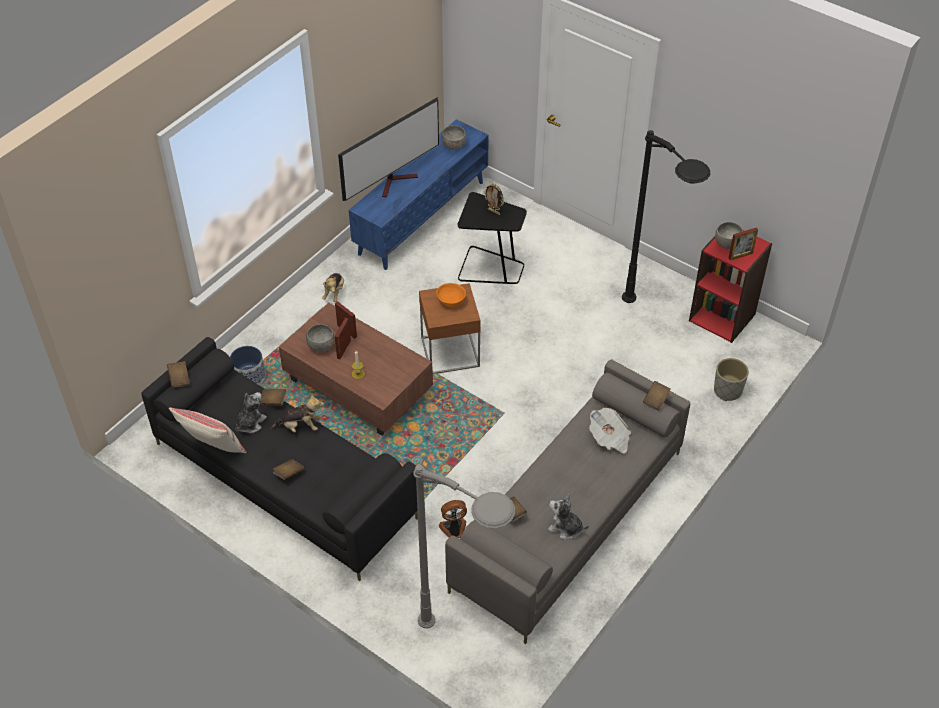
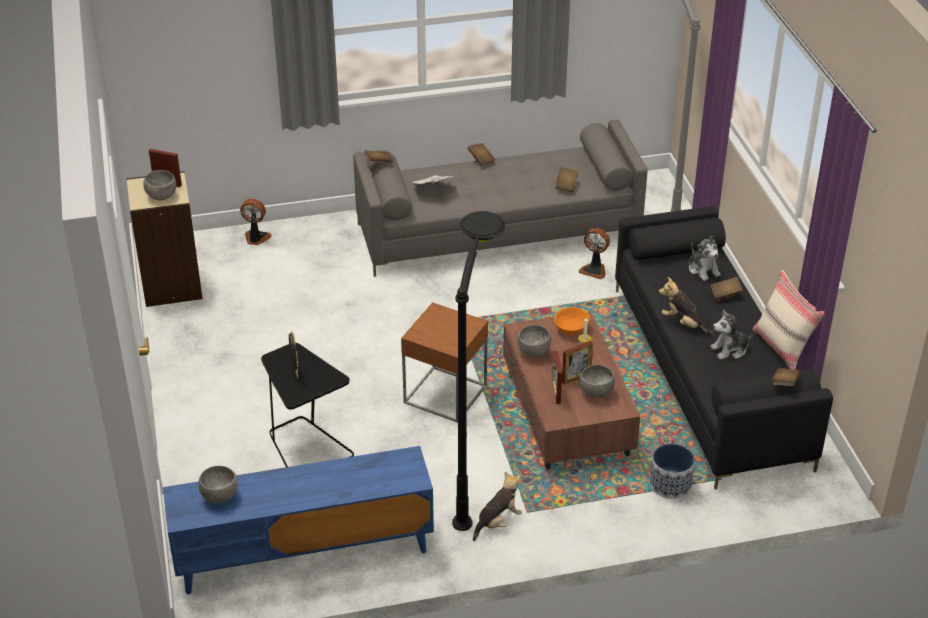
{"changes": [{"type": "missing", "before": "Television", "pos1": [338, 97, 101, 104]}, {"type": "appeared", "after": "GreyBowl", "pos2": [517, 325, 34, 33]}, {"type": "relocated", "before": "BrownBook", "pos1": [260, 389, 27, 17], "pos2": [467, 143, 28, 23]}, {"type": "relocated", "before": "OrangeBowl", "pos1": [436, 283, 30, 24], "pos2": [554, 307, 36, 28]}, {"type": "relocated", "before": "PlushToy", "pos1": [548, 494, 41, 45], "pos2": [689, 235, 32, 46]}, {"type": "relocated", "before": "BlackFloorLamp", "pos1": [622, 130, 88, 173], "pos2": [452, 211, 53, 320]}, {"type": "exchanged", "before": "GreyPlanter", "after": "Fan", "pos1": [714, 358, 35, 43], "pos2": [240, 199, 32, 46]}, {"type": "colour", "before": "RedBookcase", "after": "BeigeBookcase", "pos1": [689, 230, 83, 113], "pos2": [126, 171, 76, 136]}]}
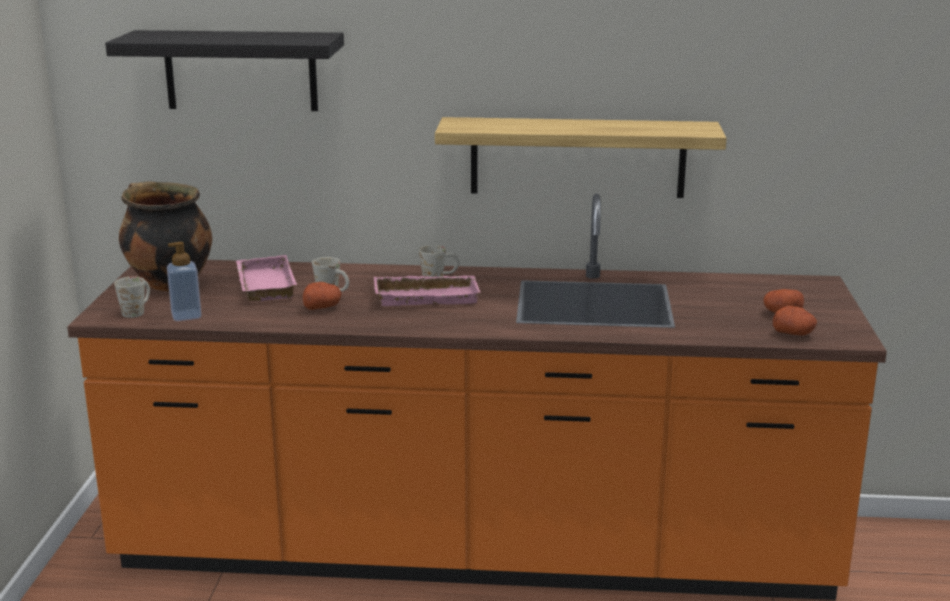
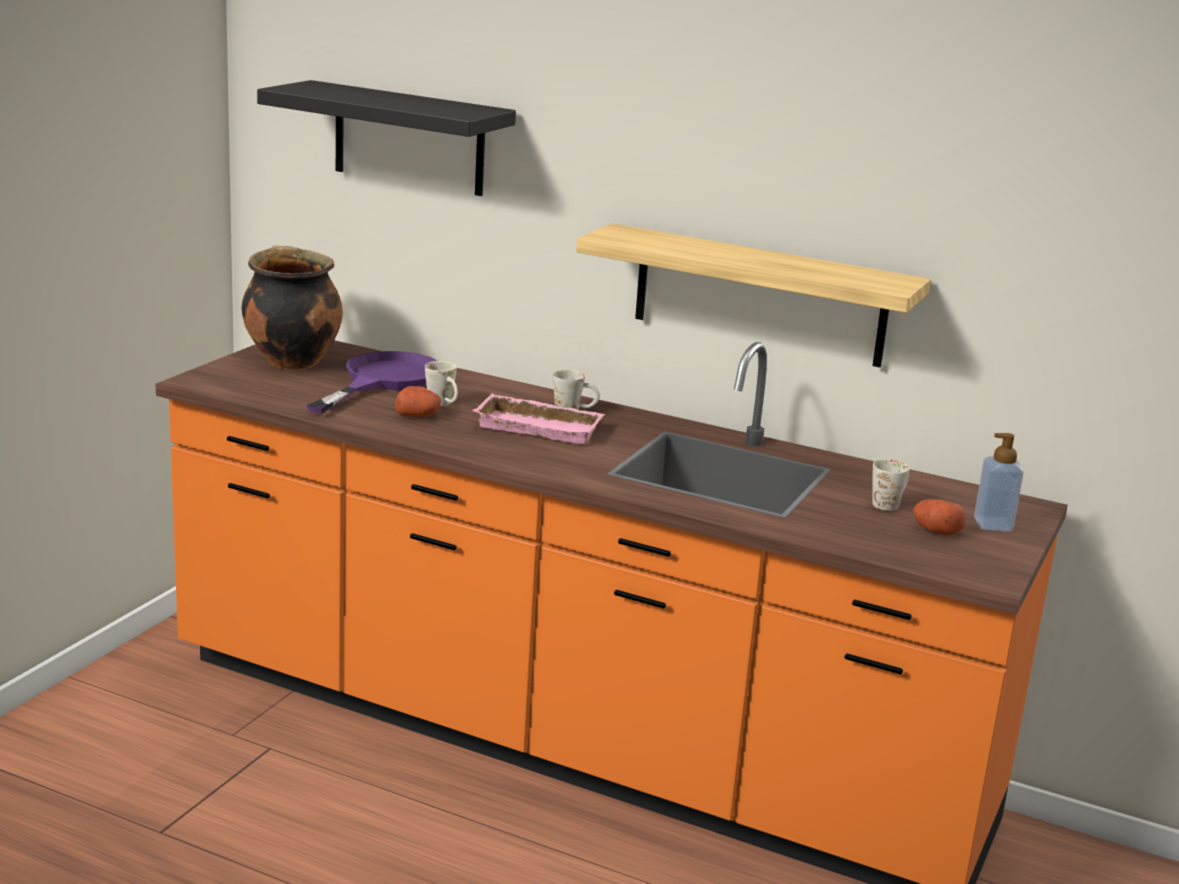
{"changes": [{"type": "missing", "before": "Potato", "pos1": [773, 306, 44, 29]}, {"type": "relocated", "before": "WhiteMug", "pos1": [114, 276, 36, 42], "pos2": [872, 459, 38, 52]}, {"type": "relocated", "before": "SoapDispenser", "pos1": [167, 242, 35, 79], "pos2": [974, 433, 50, 99]}, {"type": "exchanged", "before": "PinkTray", "after": "PurpleFryingPan", "pos1": [236, 255, 61, 46], "pos2": [307, 351, 130, 63]}]}
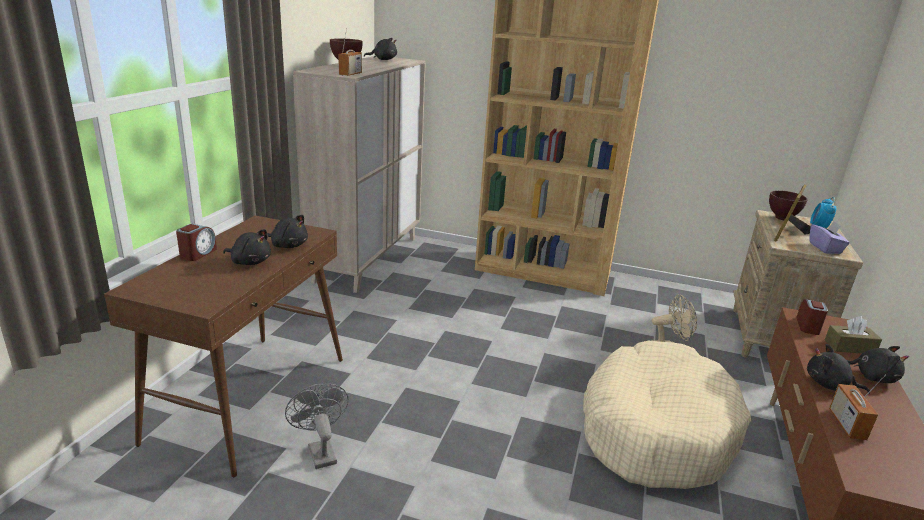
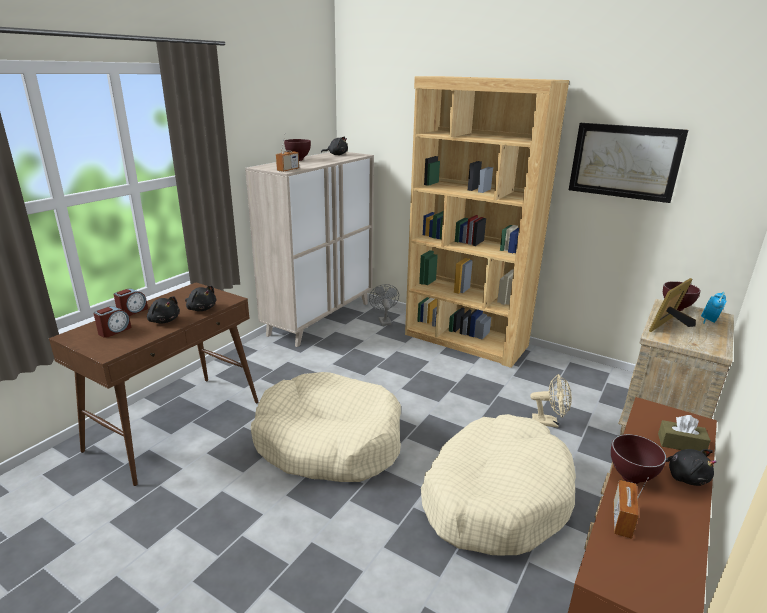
{"changes": [{"type": "missing", "before": "PurpleTissueBox", "pos1": [809, 221, 41, 33]}, {"type": "appeared", "after": "BeigeDogBed", "pos2": [251, 372, 150, 110]}, {"type": "appeared", "after": "Picture", "pos2": [569, 123, 119, 80]}, {"type": "relocated", "before": "GreyFan", "pos1": [285, 383, 64, 86], "pos2": [369, 284, 30, 42]}, {"type": "relocated", "before": "AlarmClock", "pos1": [796, 299, 32, 36], "pos2": [93, 306, 38, 32]}, {"type": "exchanged", "before": "BlackPlushToy", "after": "BrownBowl", "pos1": [807, 344, 63, 50], "pos2": [611, 434, 55, 50]}]}
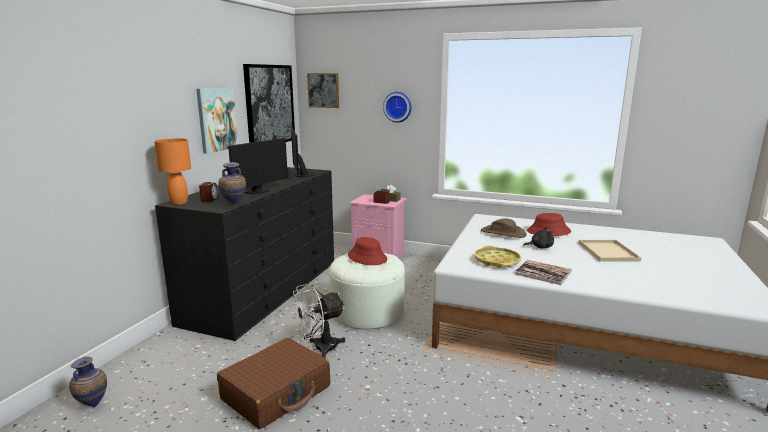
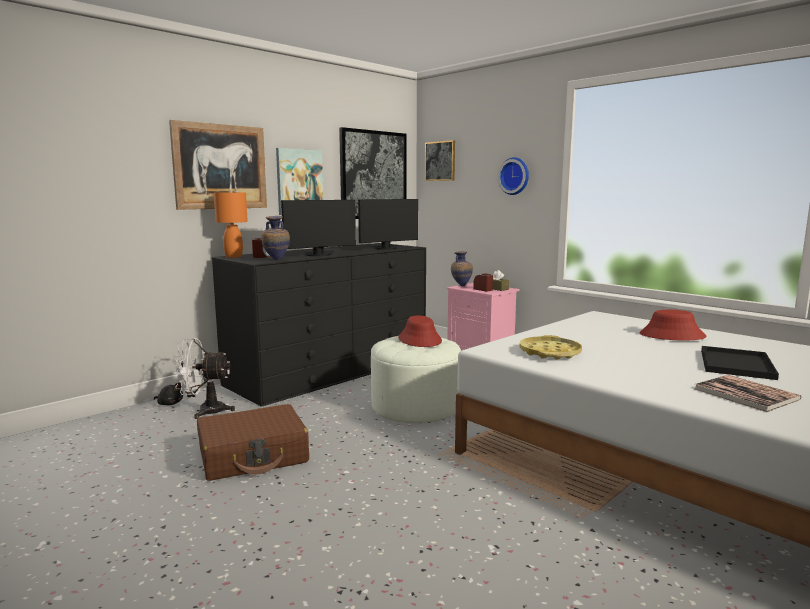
{"changes": [{"type": "missing", "before": "BrownHat", "pos1": [481, 218, 46, 20]}, {"type": "appeared", "after": "Picture", "pos2": [169, 120, 98, 90]}, {"type": "relocated", "before": "Vase", "pos1": [69, 356, 38, 51], "pos2": [451, 251, 22, 36]}, {"type": "relocated", "before": "WhiteFan", "pos1": [293, 283, 52, 75], "pos2": [173, 338, 62, 81]}, {"type": "relocated", "before": "Book", "pos1": [515, 260, 57, 25], "pos2": [695, 375, 106, 37]}, {"type": "relocated", "before": "BlackPlushToy", "pos1": [523, 227, 31, 22], "pos2": [154, 382, 29, 23]}, {"type": "colour", "before": "BeigeTray", "after": "BlackTray", "pos1": [579, 240, 62, 22], "pos2": [701, 346, 78, 34]}, {"type": "spun", "before": "Monitor", "pos1": [291, 129, 24, 48], "pos2": [358, 199, 60, 51], "turn": -135}]}
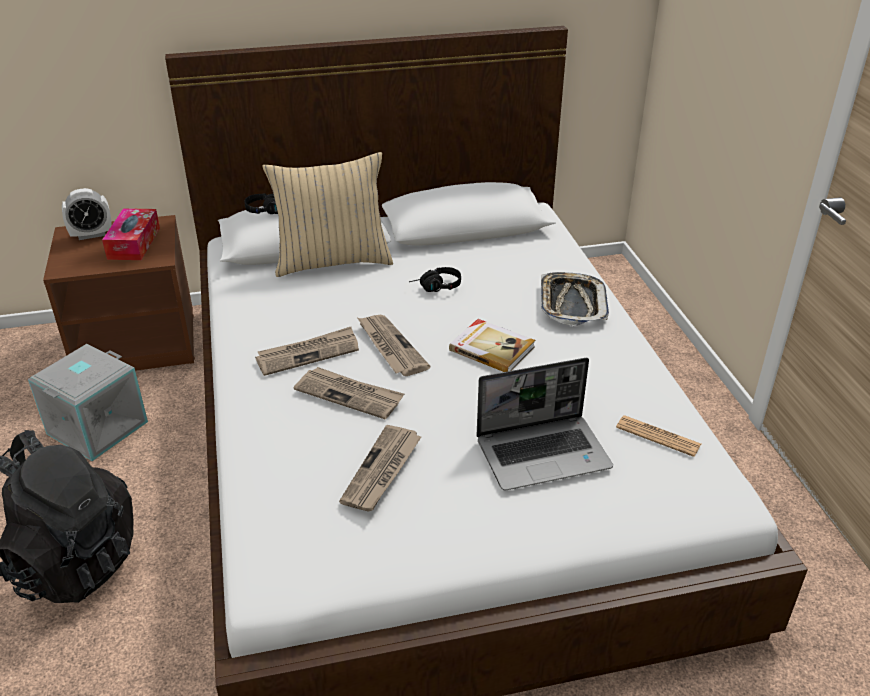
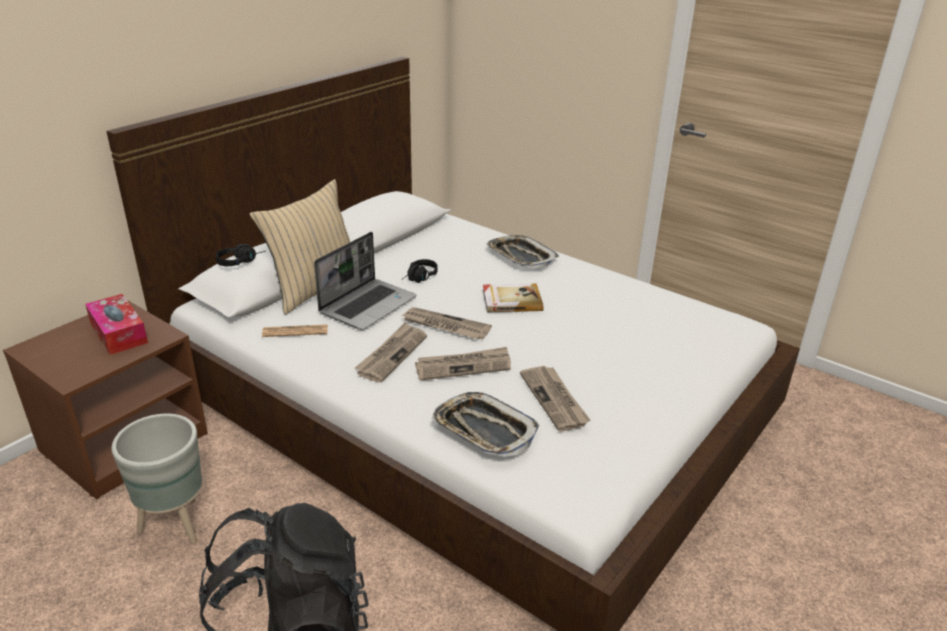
{"changes": [{"type": "missing", "before": "AlarmClock", "pos1": [62, 188, 50, 52]}, {"type": "appeared", "after": "Tray", "pos2": [431, 392, 109, 65]}, {"type": "relocated", "before": "Laptop", "pos1": [477, 358, 136, 133], "pos2": [314, 232, 102, 98]}, {"type": "relocated", "before": "Newspaper", "pos1": [616, 415, 85, 42], "pos2": [262, 324, 66, 13]}, {"type": "exchanged", "before": "GreyStorageBox", "after": "GreyPlanter", "pos1": [28, 344, 120, 117], "pos2": [111, 414, 91, 130]}]}
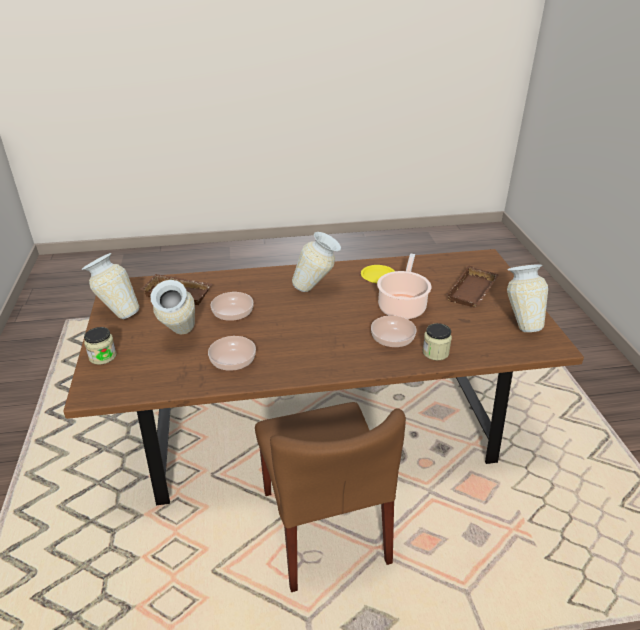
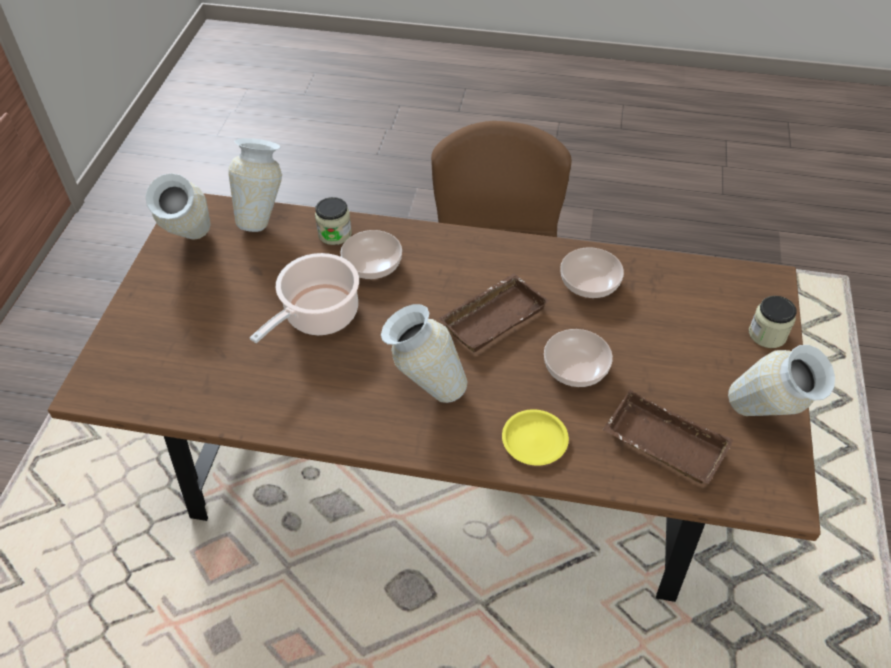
{"changes": [{"type": "relocated", "before": "Vase", "pos1": [150, 280, 45, 55], "pos2": [228, 138, 54, 94]}, {"type": "relocated", "before": "YellowPlate", "pos1": [361, 265, 34, 18], "pos2": [502, 409, 67, 57]}, {"type": "relocated", "before": "BrownTray", "pos1": [446, 265, 53, 42], "pos2": [438, 273, 111, 79]}]}
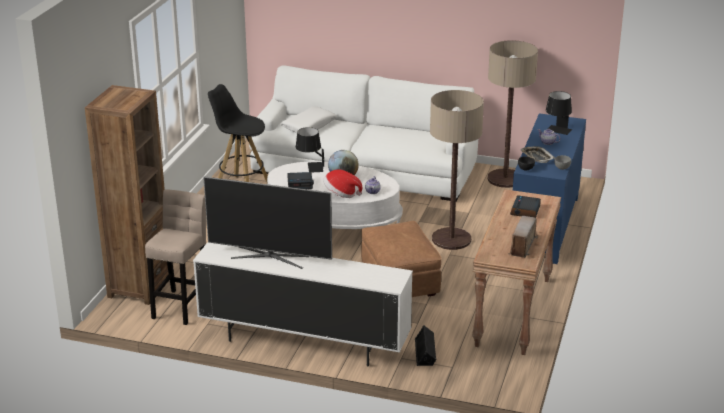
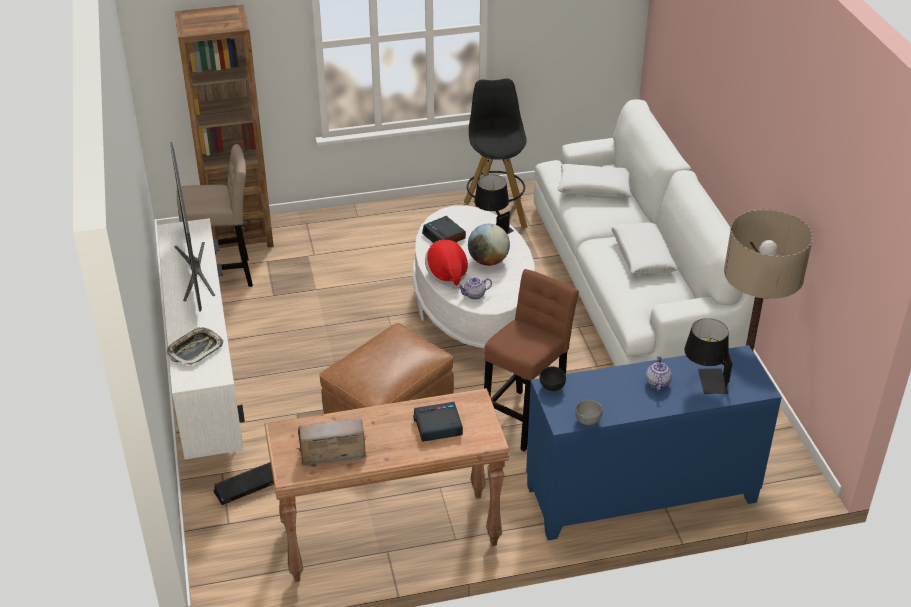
{"changes": [{"type": "appeared", "after": "WhitePillow", "pos2": [611, 222, 67, 53]}, {"type": "relocated", "before": "Tray", "pos1": [520, 146, 35, 17], "pos2": [166, 327, 57, 39]}, {"type": "exchanged", "before": "FloorLamp", "after": "BrownStool", "pos1": [430, 90, 54, 160], "pos2": [484, 269, 95, 183]}]}
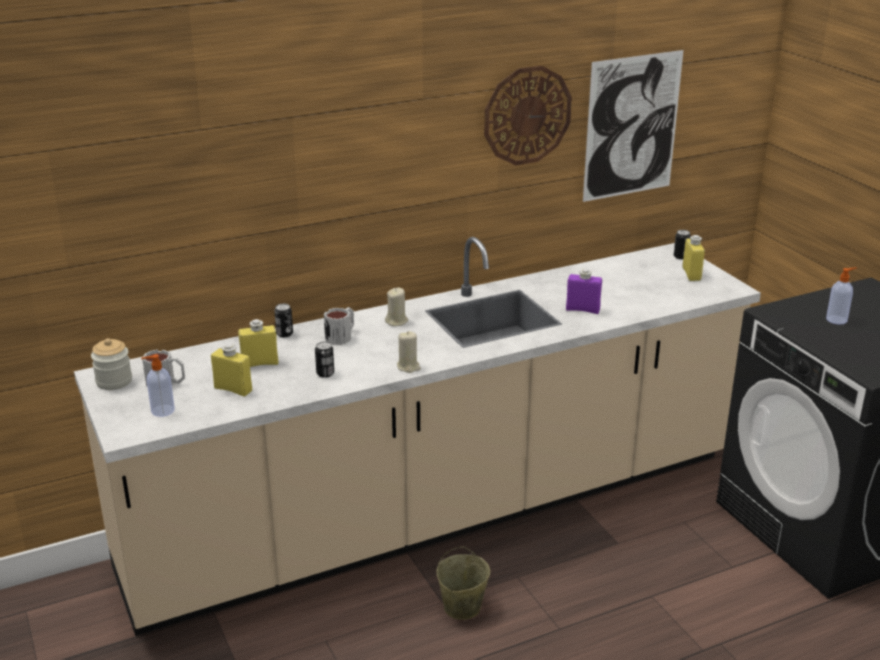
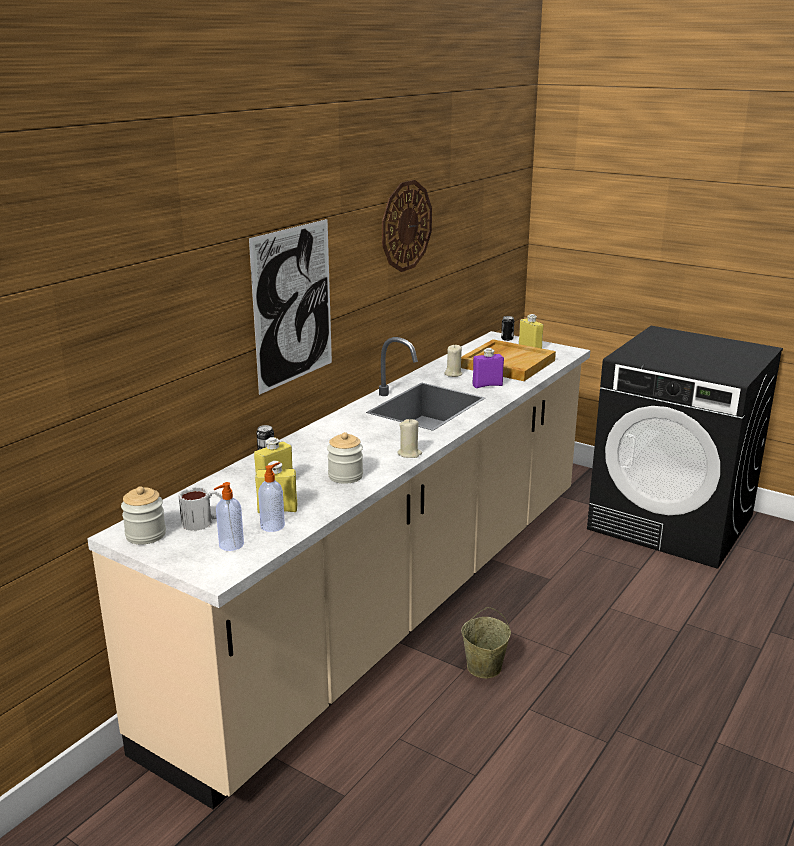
{"changes": [{"type": "missing", "before": "Mug", "pos1": [324, 307, 30, 38]}, {"type": "appeared", "after": "BeigeTray", "pos2": [461, 339, 95, 42]}, {"type": "relocated", "before": "BeigeCandle", "pos1": [385, 288, 23, 38], "pos2": [444, 345, 19, 32]}, {"type": "relocated", "before": "Picture", "pos1": [583, 50, 100, 152], "pos2": [249, 219, 83, 176]}, {"type": "relocated", "before": "SoapDispenser", "pos1": [826, 268, 31, 57], "pos2": [258, 462, 27, 70]}, {"type": "exchanged", "before": "Can", "after": "Jar", "pos1": [315, 341, 19, 37], "pos2": [327, 432, 36, 52]}]}
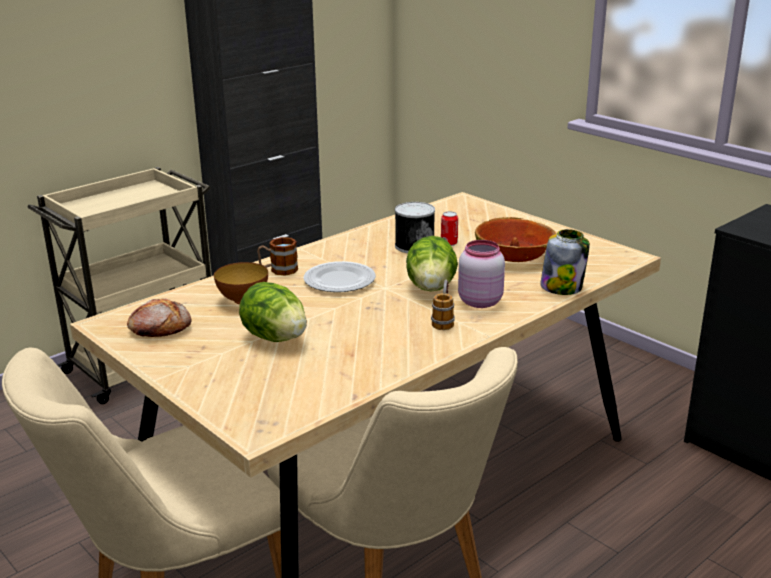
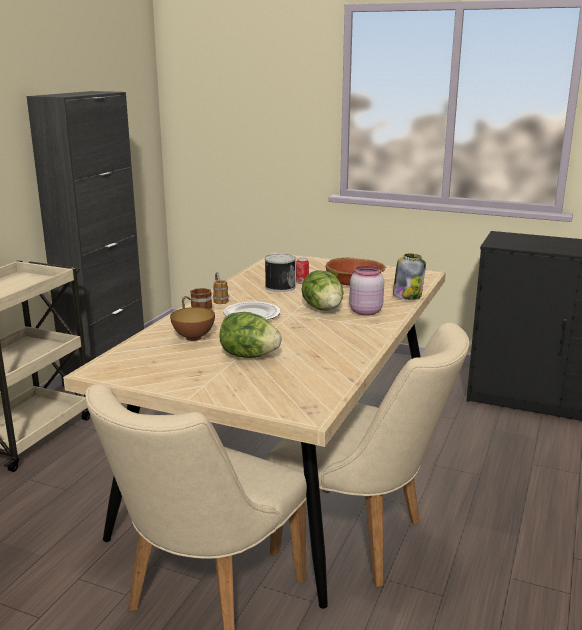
{"changes": [{"type": "missing", "before": "Bread", "pos1": [127, 298, 65, 39]}, {"type": "relocated", "before": "Mug", "pos1": [431, 280, 24, 50], "pos2": [213, 272, 16, 32]}]}
